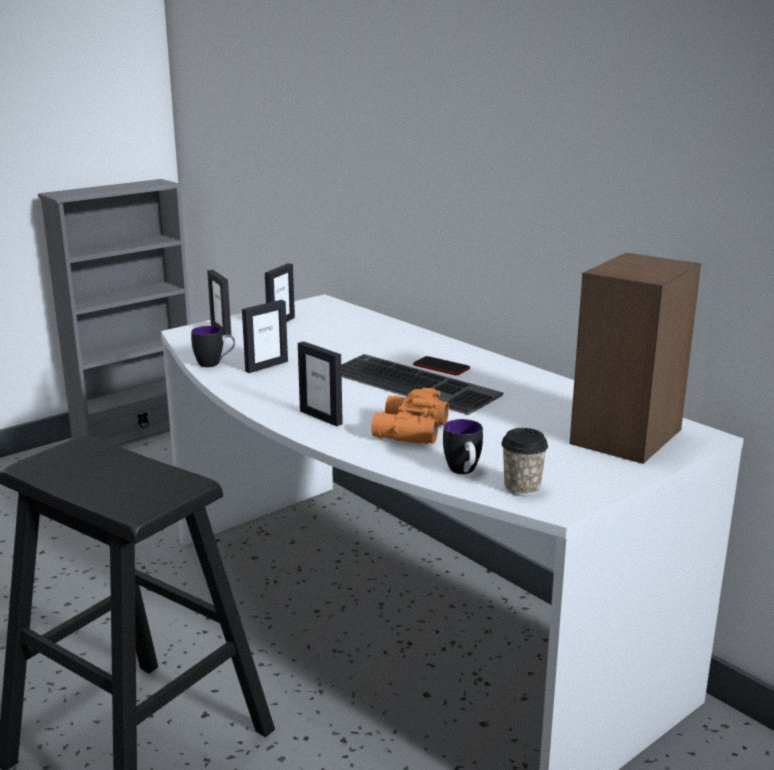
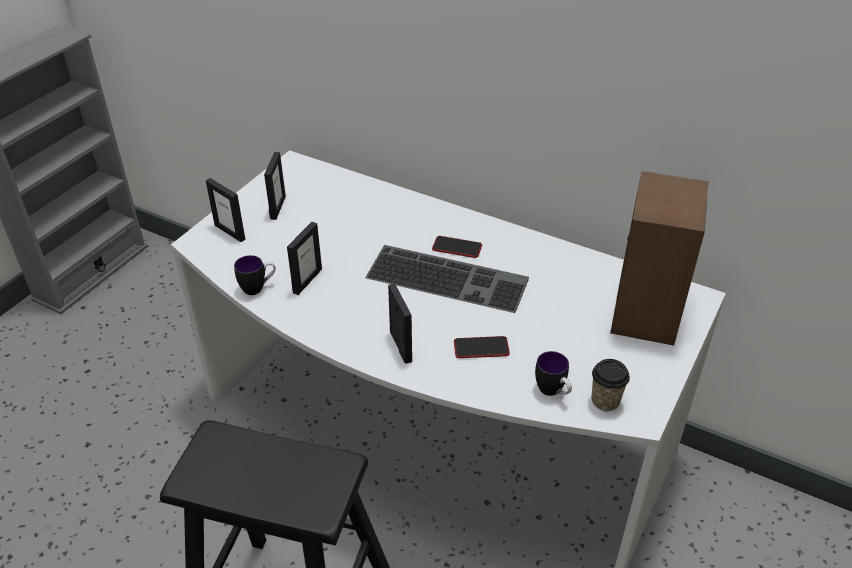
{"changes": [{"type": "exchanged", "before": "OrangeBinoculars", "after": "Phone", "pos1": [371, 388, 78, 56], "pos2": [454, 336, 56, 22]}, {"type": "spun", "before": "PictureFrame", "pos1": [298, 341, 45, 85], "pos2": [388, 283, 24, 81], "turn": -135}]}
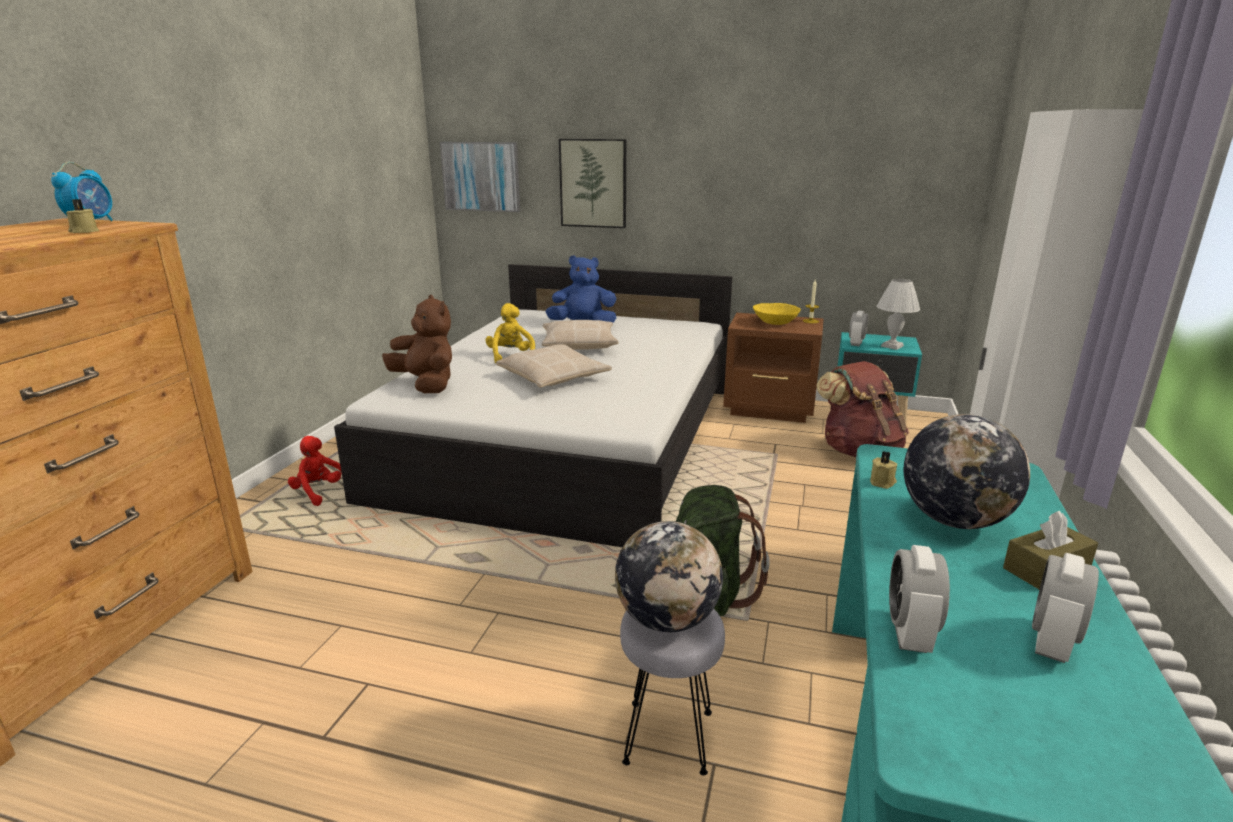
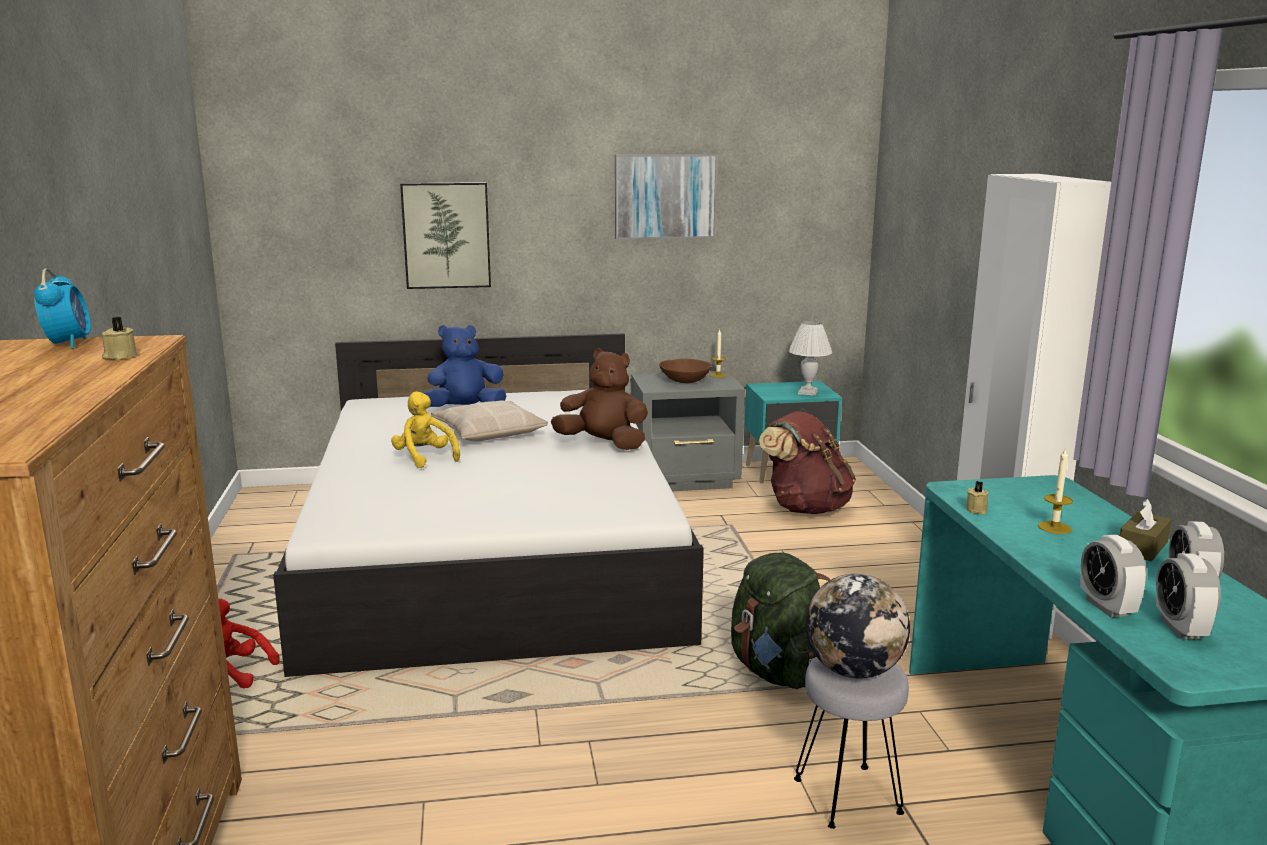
{"changes": [{"type": "missing", "before": "BeigePillow", "pos1": [496, 344, 116, 44]}, {"type": "relocated", "before": "BrownPlushToy", "pos1": [382, 295, 70, 98], "pos2": [551, 348, 97, 102]}, {"type": "relocated", "before": "Picture", "pos1": [440, 142, 80, 70], "pos2": [615, 154, 102, 86]}, {"type": "relocated", "before": "AlarmClock", "pos1": [849, 311, 20, 36], "pos2": [1156, 553, 65, 86]}, {"type": "exchanged", "before": "Globe", "after": "Candle", "pos1": [904, 414, 126, 115], "pos2": [1038, 448, 35, 86]}, {"type": "colour", "before": "BrownNightstand", "after": "GreyNightstand", "pos1": [723, 313, 100, 110], "pos2": [631, 371, 114, 120]}, {"type": "colour", "before": "YellowBowl", "after": "BrownBowl", "pos1": [753, 303, 48, 22], "pos2": [659, 359, 53, 24]}]}
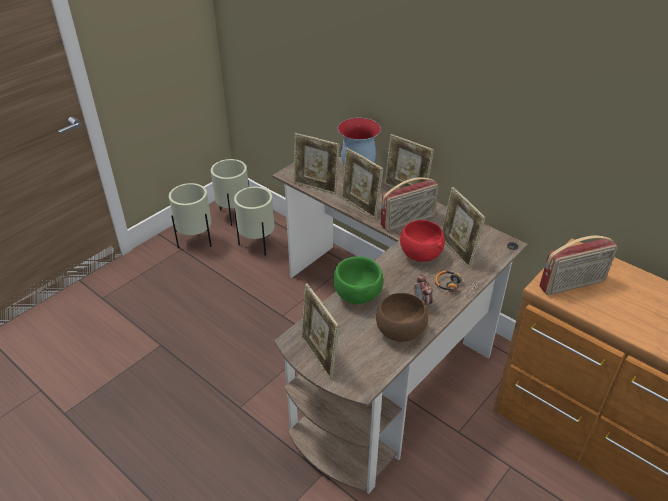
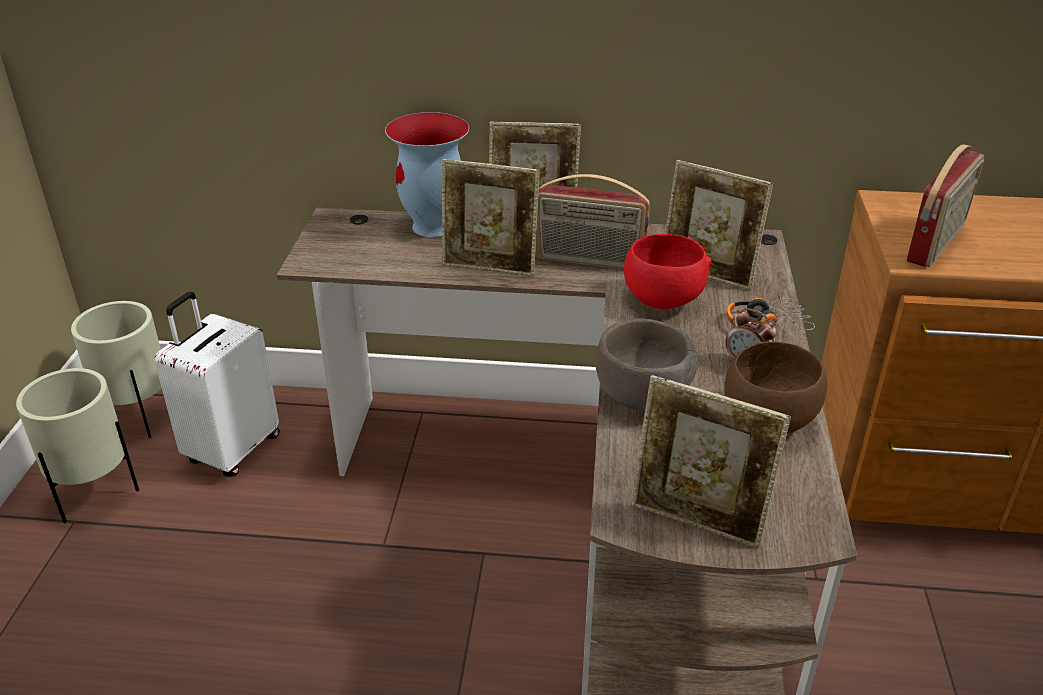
{"changes": [{"type": "missing", "before": "PictureFrame", "pos1": [294, 133, 46, 61]}, {"type": "exchanged", "before": "BeigePlanter", "after": "WhiteSuitcase", "pos1": [234, 187, 40, 69], "pos2": [155, 292, 125, 185]}, {"type": "colour", "before": "GreenBowl", "after": "BrownBowl", "pos1": [334, 256, 49, 48], "pos2": [596, 318, 102, 93]}, {"type": "spun", "before": "Radio", "pos1": [381, 177, 58, 54], "pos2": [535, 174, 115, 96], "turn": 75}]}
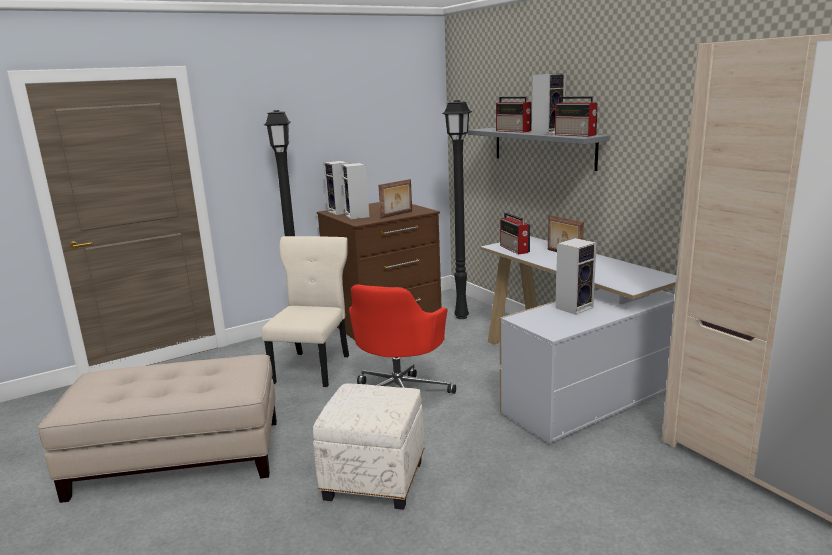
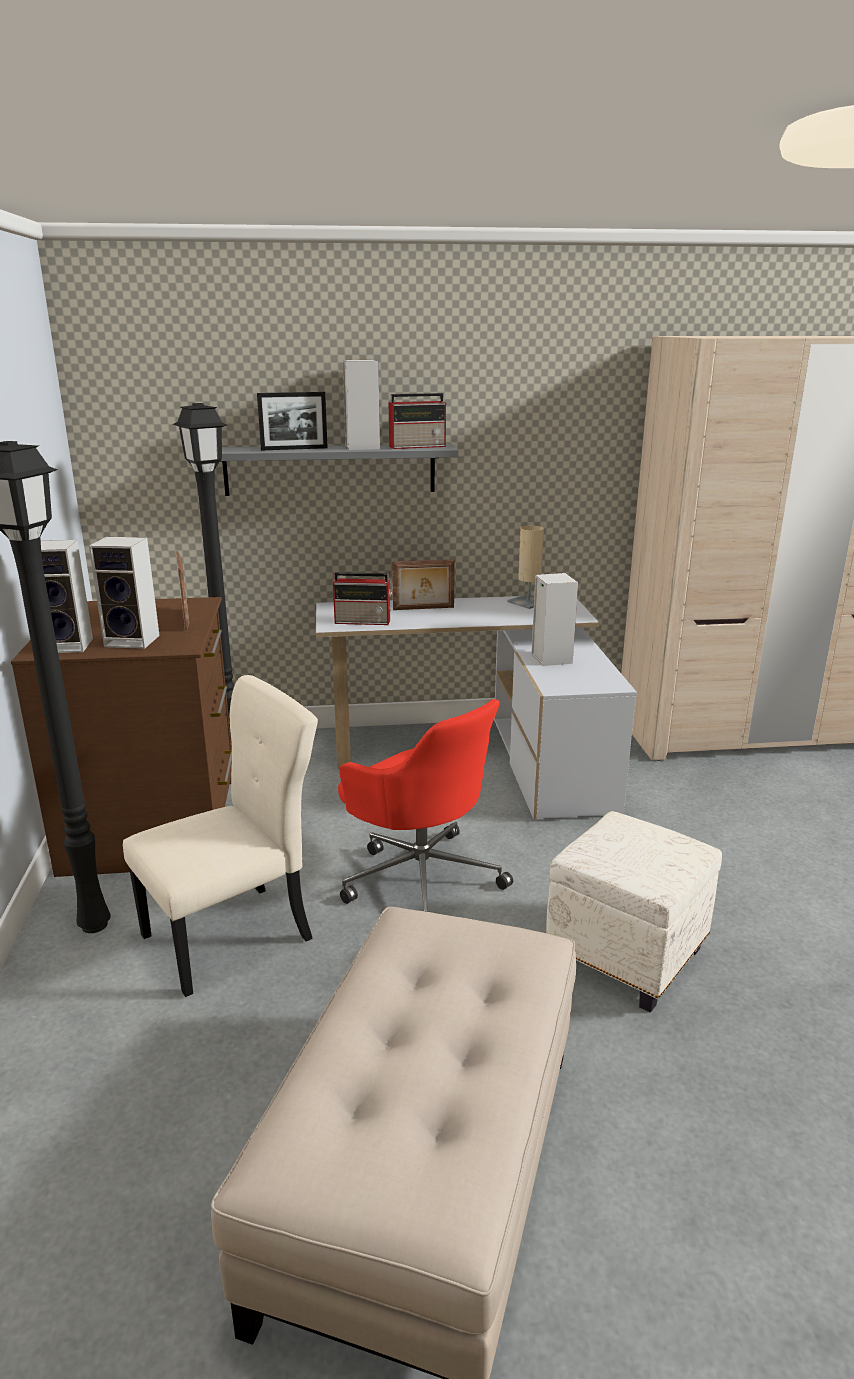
{"changes": [{"type": "appeared", "after": "BeigeTableLamp", "pos2": [508, 526, 36, 83]}, {"type": "exchanged", "before": "Radio", "after": "PictureFrame", "pos1": [496, 97, 36, 35], "pos2": [257, 392, 71, 58]}, {"type": "spun", "before": "BeigeChair", "pos1": [262, 236, 87, 151], "pos2": [123, 675, 195, 322], "turn": 105}]}
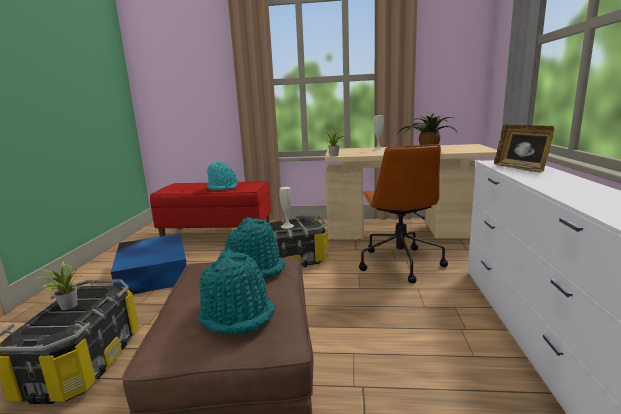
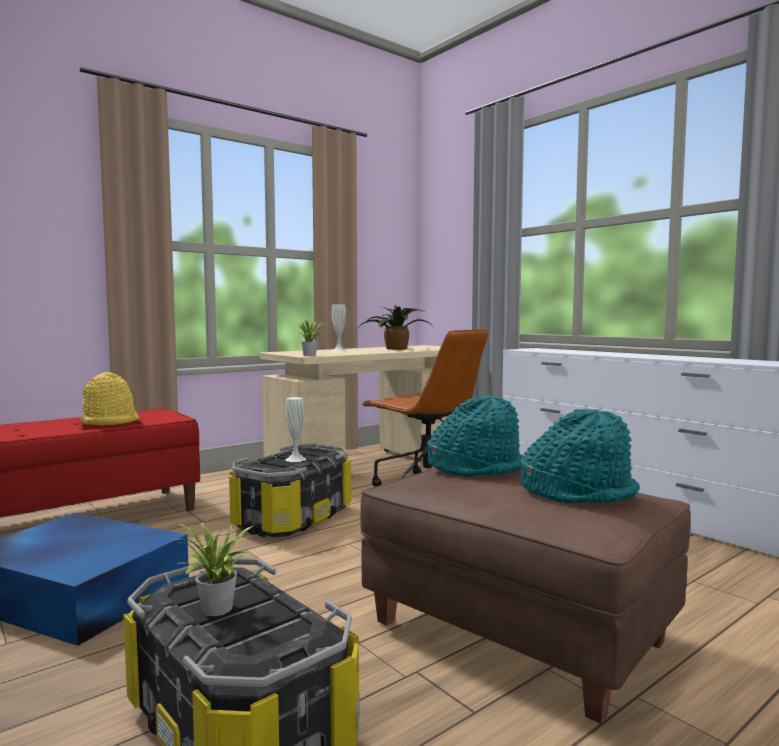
{"changes": [{"type": "missing", "before": "PictureFrame", "pos1": [494, 124, 60, 49]}, {"type": "colour", "before": "TurquoiseHat", "after": "YellowHat", "pos1": [207, 161, 31, 30], "pos2": [79, 372, 60, 54]}]}
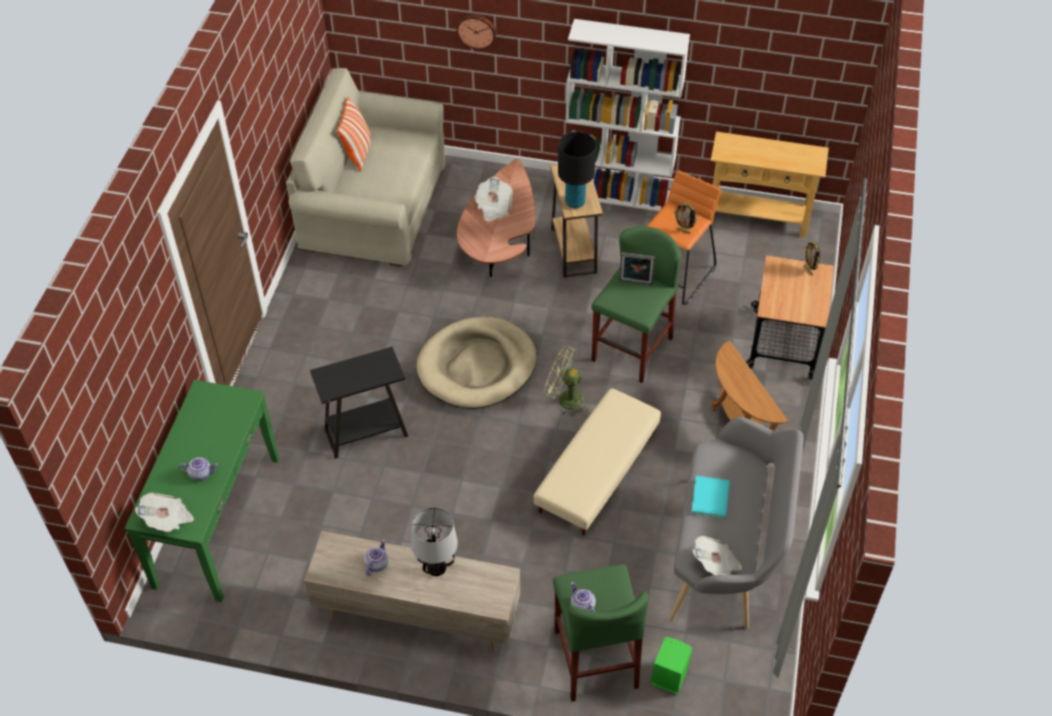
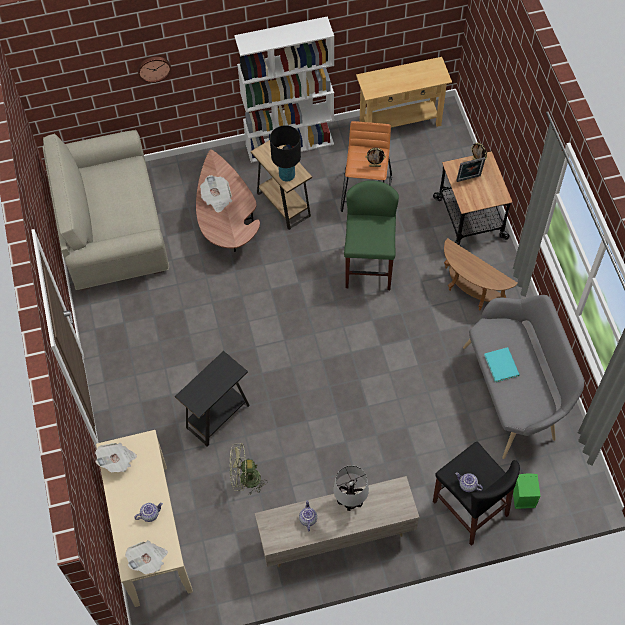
{"changes": [{"type": "missing", "before": "Pillow", "pos1": [337, 96, 34, 76]}, {"type": "missing", "before": "BeigeDogBed", "pos1": [416, 317, 121, 92]}, {"type": "missing", "before": "BeigeOttoman", "pos1": [534, 388, 127, 148]}, {"type": "relocated", "before": "GreenFan", "pos1": [544, 346, 44, 71], "pos2": [230, 443, 37, 52]}, {"type": "relocated", "before": "PictureFrame", "pos1": [619, 252, 36, 33], "pos2": [456, 157, 29, 25]}, {"type": "relocated", "before": "Newspaper", "pos1": [692, 536, 50, 39], "pos2": [95, 443, 42, 29]}, {"type": "colour", "before": "GreenConsoleTable", "after": "BeigeConsoleTable", "pos1": [125, 380, 154, 222], "pos2": [96, 430, 97, 177]}, {"type": "colour", "before": "GreenStool", "after": "BlackStool", "pos1": [553, 564, 95, 138], "pos2": [433, 442, 87, 104]}]}
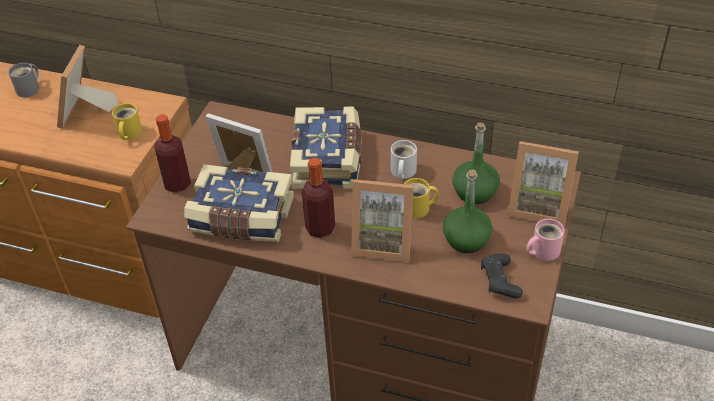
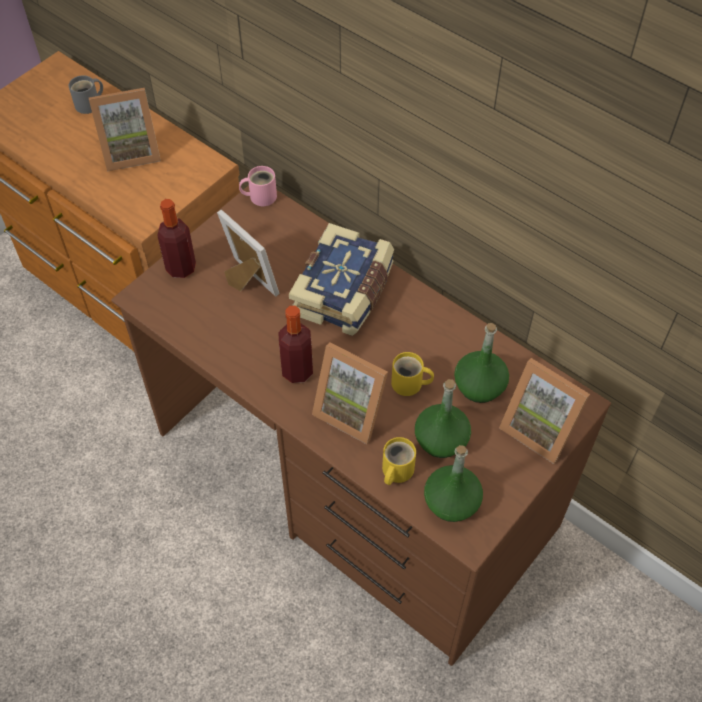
{"changes": [{"type": "missing", "before": "Book", "pos1": [184, 164, 110, 78]}, {"type": "missing", "before": "WhiteMug", "pos1": [391, 140, 26, 39]}, {"type": "relocated", "before": "YellowMug", "pos1": [112, 103, 30, 37], "pos2": [382, 437, 34, 48]}, {"type": "relocated", "before": "PinkMug", "pos1": [526, 219, 39, 42], "pos2": [239, 166, 38, 40]}, {"type": "exchanged", "before": "BlackGameController", "after": "GreenBottle", "pos1": [481, 254, 42, 45], "pos2": [424, 445, 59, 77]}, {"type": "spun", "before": "PictureFrame", "pos1": [57, 45, 61, 84], "pos2": [89, 88, 72, 84], "turn": -135}]}
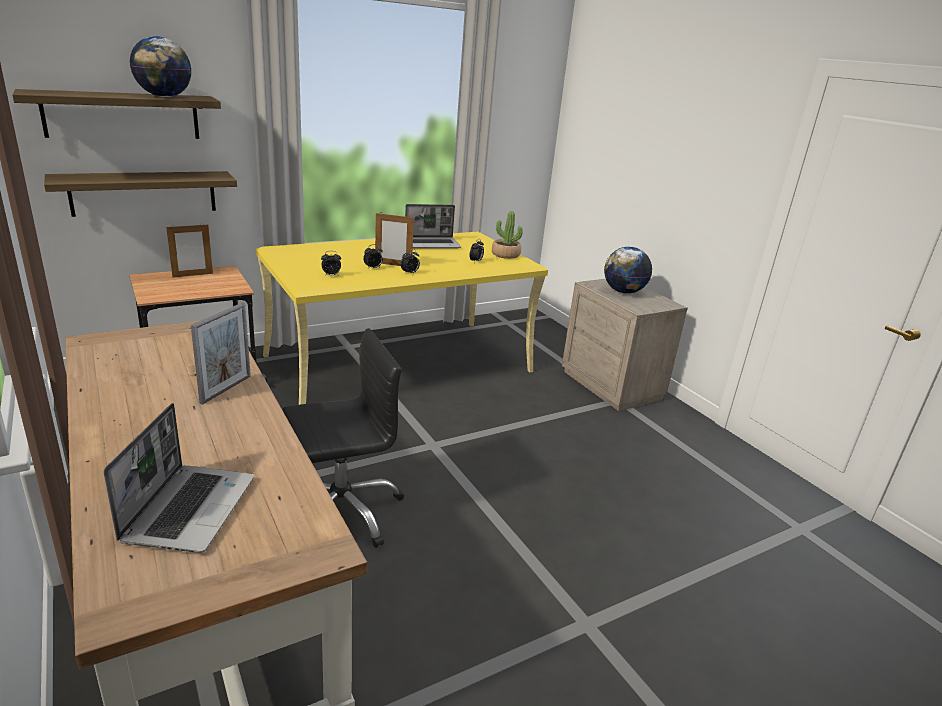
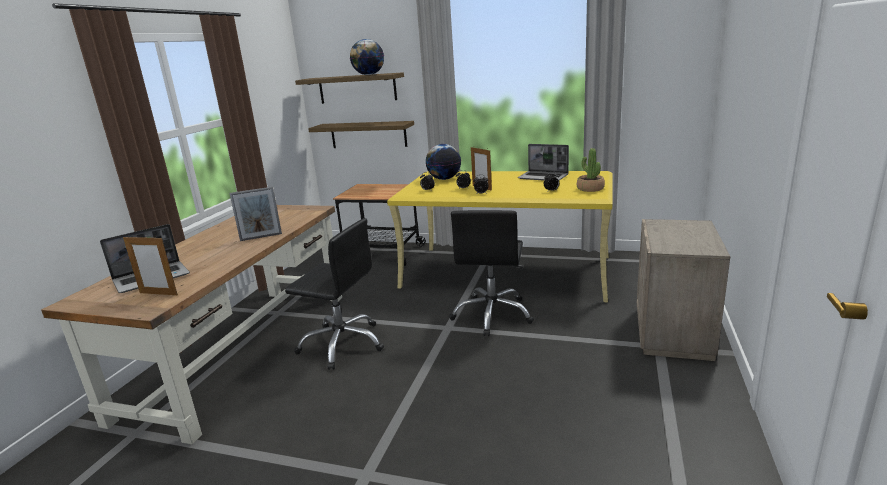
{"changes": [{"type": "appeared", "after": "BlackOfficeChair", "pos2": [449, 210, 85, 126]}, {"type": "relocated", "before": "PictureFrame", "pos1": [166, 225, 47, 53], "pos2": [123, 235, 55, 60]}, {"type": "relocated", "before": "Globe", "pos1": [604, 247, 48, 47], "pos2": [426, 144, 35, 36]}]}
